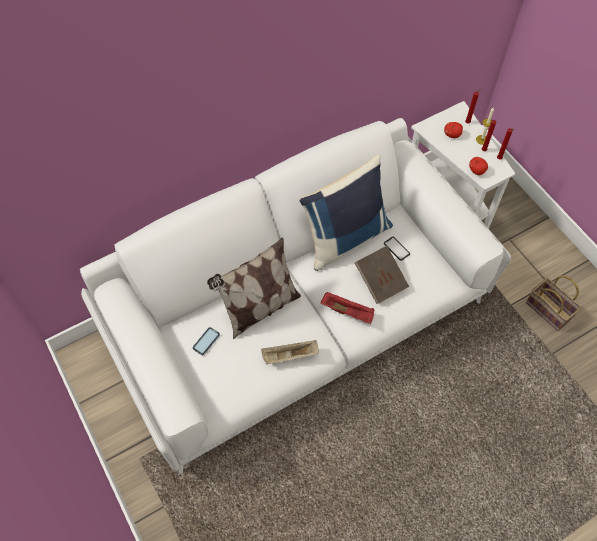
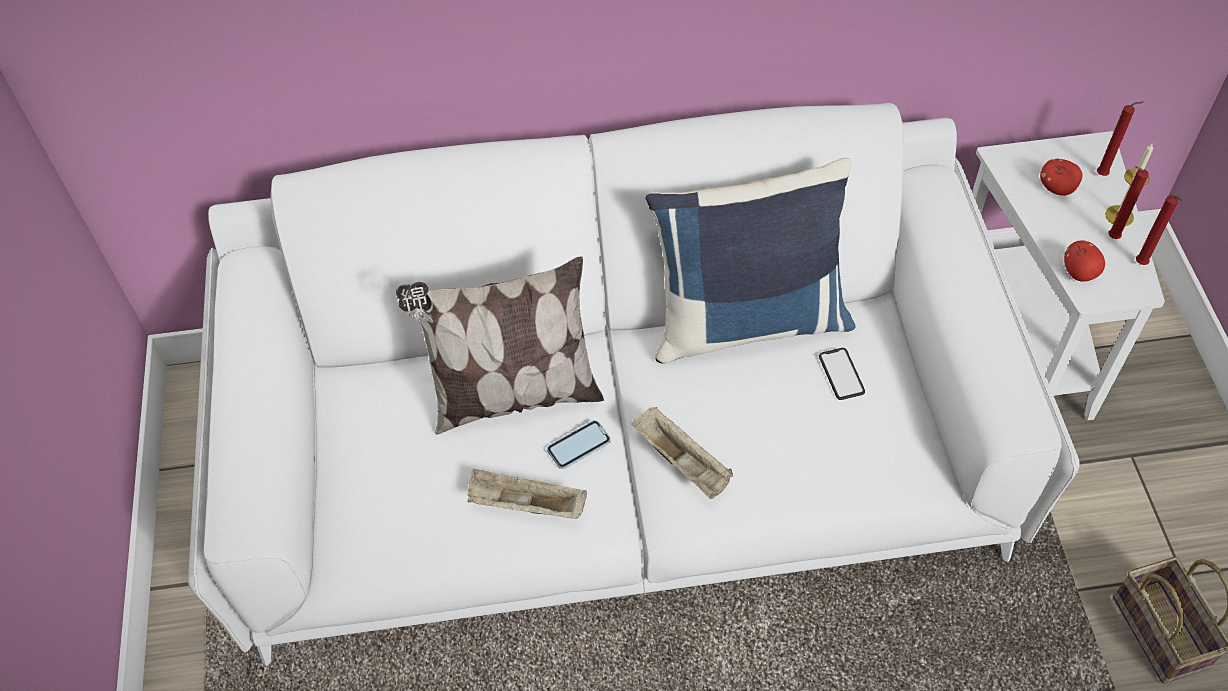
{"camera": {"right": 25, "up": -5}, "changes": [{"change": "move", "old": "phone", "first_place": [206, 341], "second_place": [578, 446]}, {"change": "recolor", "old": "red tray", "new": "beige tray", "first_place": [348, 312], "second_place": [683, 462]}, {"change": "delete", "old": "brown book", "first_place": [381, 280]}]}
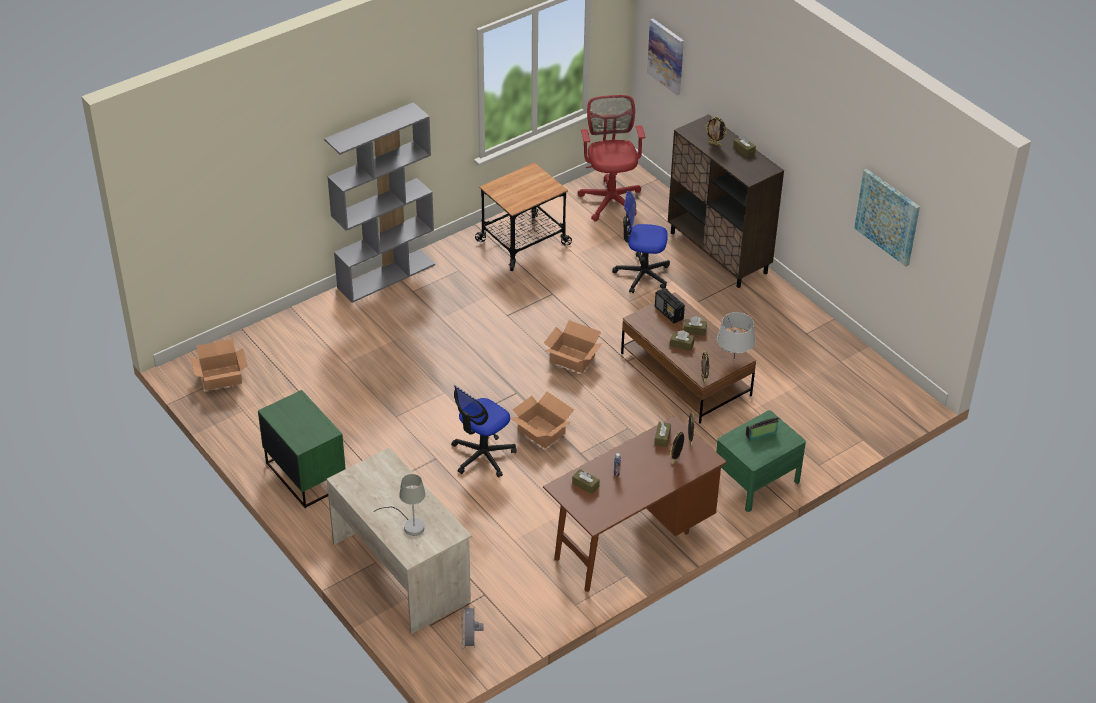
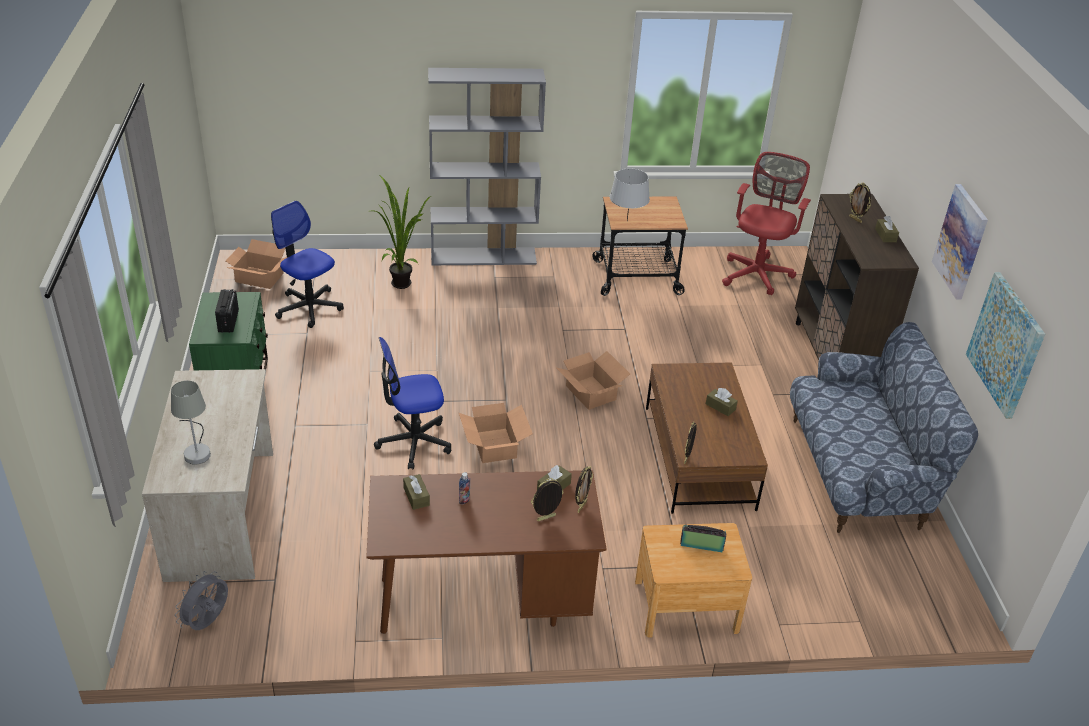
{"camera": {"right": 30, "up": -5}, "changes": [{"change": "move", "old": "office chair", "first_place": [642, 274], "second_place": [309, 307]}, {"change": "move", "old": "picture", "first_place": [666, 56], "second_place": [961, 241]}, {"change": "move", "old": "radio", "first_place": [669, 313], "second_place": [228, 321]}, {"change": "delete", "old": "brown tissue box", "first_place": [681, 345]}, {"change": "recolor", "old": "green nightstand", "new": "brown nightstand", "first_place": [756, 481], "second_place": [686, 606]}, {"change": "move", "old": "grey table lamp", "first_place": [733, 358], "second_place": [627, 221]}, {"change": "insert", "new": "potted plant", "second_place": [401, 281]}, {"change": "insert", "new": "sofa", "second_place": [858, 472]}]}
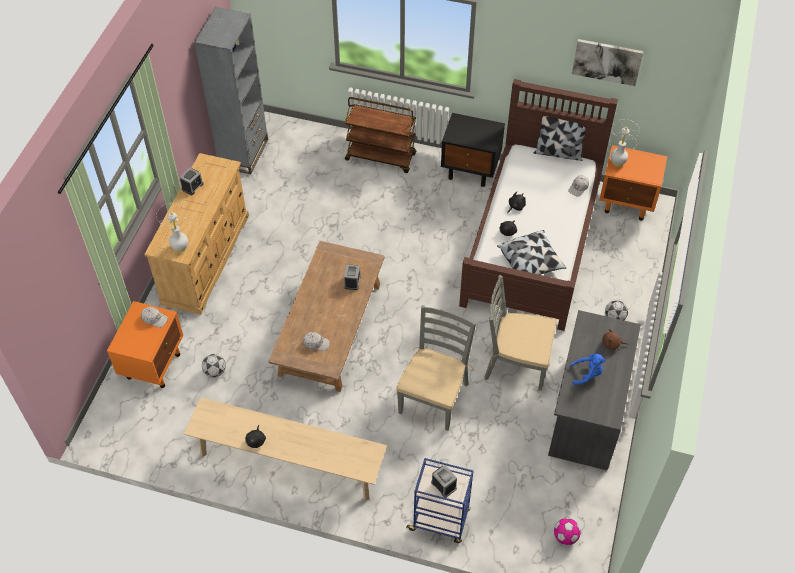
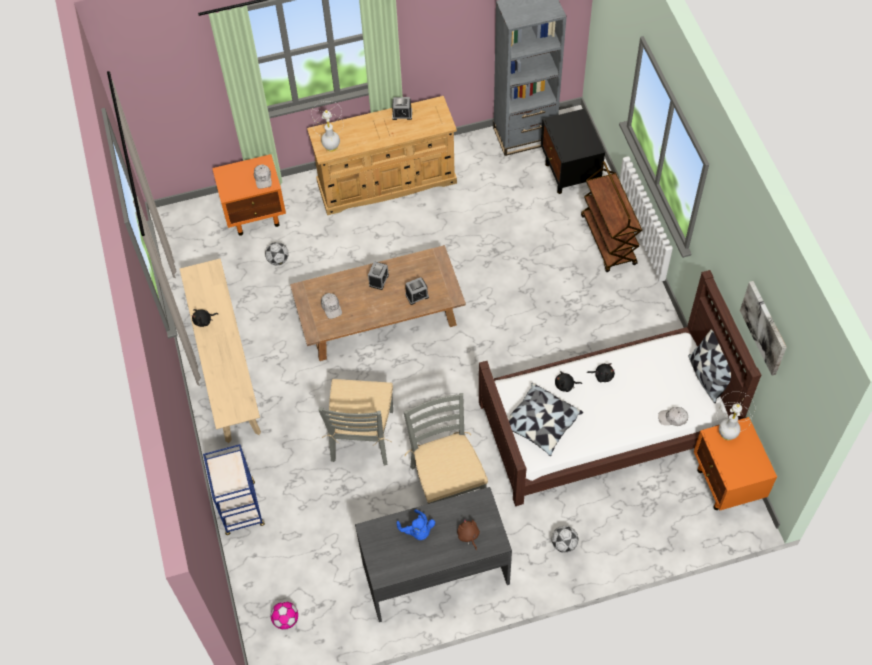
{"camera": {"right": 60, "up": 5}, "changes": [{"change": "rotate", "old": "grey chair", "first_place": [433, 397], "second_place": [362, 436], "degrees": 105}, {"change": "move", "old": "alarm clock", "first_place": [443, 485], "second_place": [378, 280]}, {"change": "move", "old": "black nightstand", "first_place": [471, 170], "second_place": [570, 174]}]}
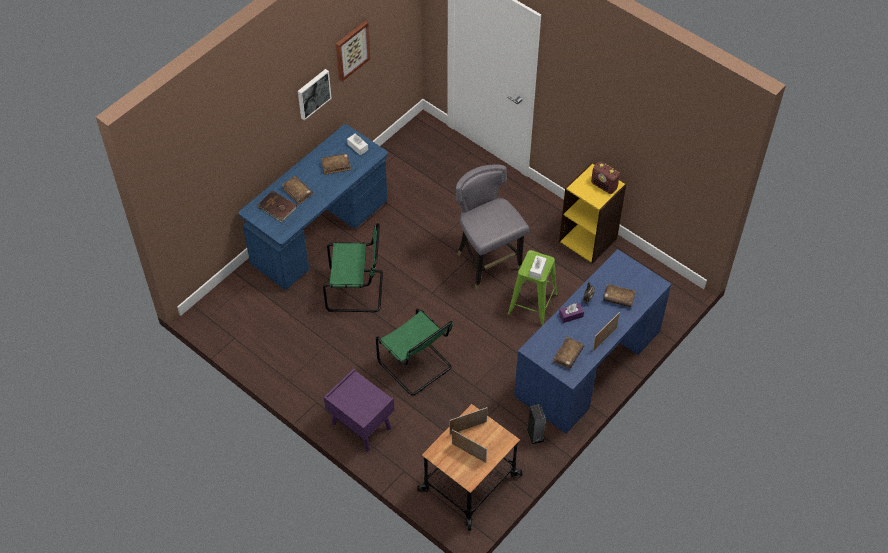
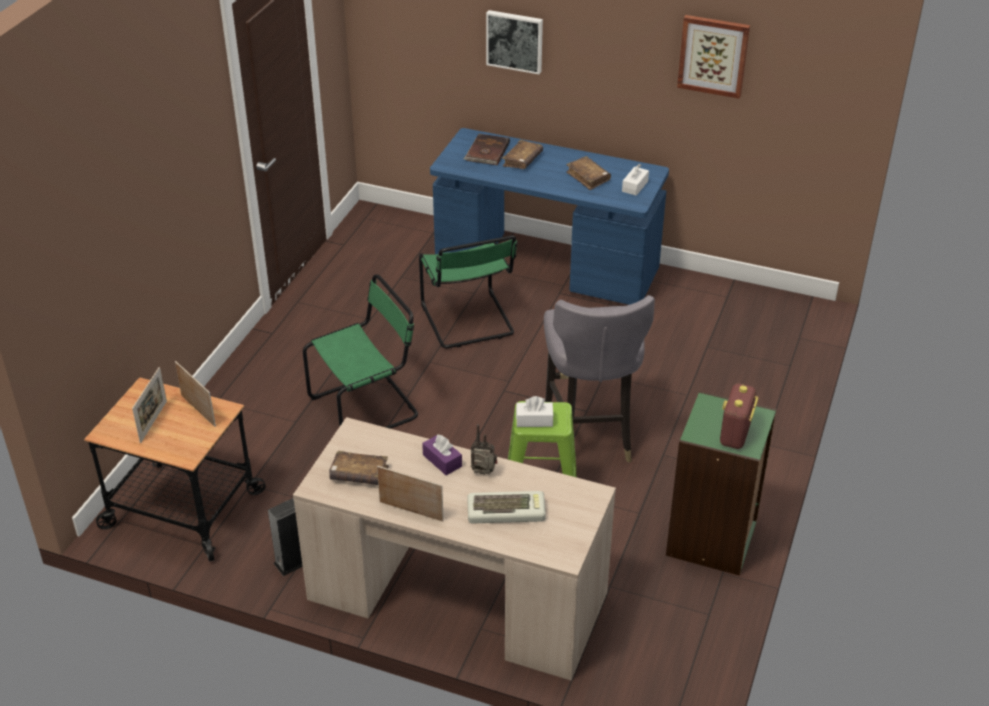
{"camera": {"right": 70, "up": -15}, "changes": [{"change": "move", "old": "picture", "first_place": [313, 93], "second_place": [515, 41]}, {"change": "delete", "old": "purple nightstand", "first_place": [360, 425]}, {"change": "rotate", "old": "green chair", "first_place": [416, 366], "second_place": [367, 407], "degrees": -150}, {"change": "rotate", "old": "grey chair", "first_place": [488, 264], "second_place": [590, 434], "degrees": 135}, {"change": "recolor", "old": "blue desk", "new": "beige desk", "first_place": [587, 363], "second_place": [457, 595]}, {"change": "recolor", "old": "yellow bookcase", "new": "green bookcase", "first_place": [588, 239], "second_place": [712, 539]}, {"change": "replace", "old": "brown book", "new": "keyboard", "first_place": [618, 298], "second_place": [507, 511]}]}
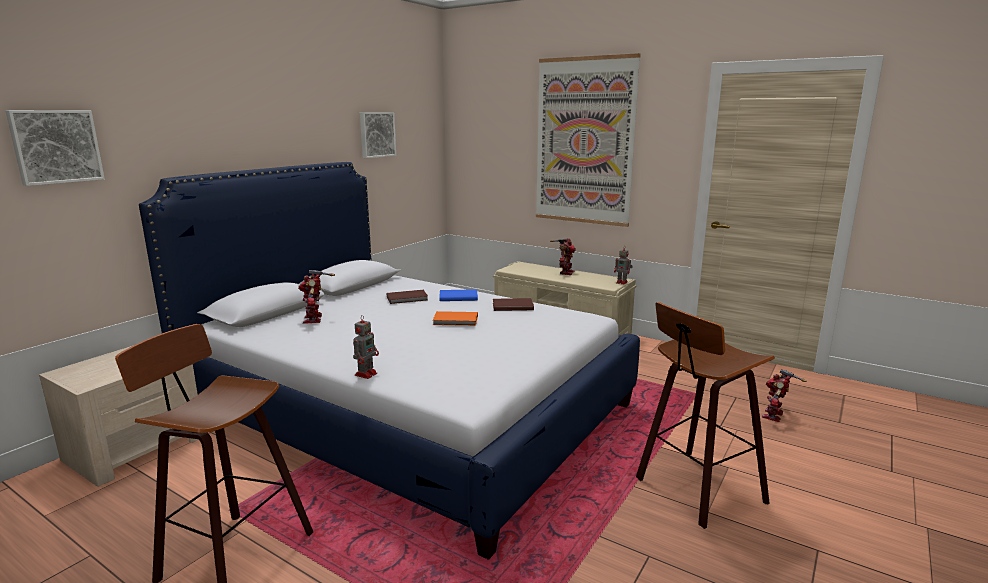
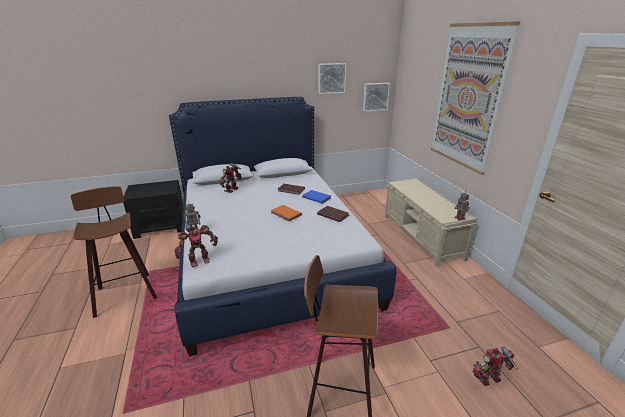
{"camera": {"right": 40, "up": 10}, "changes": [{"change": "move", "old": "picture", "first_place": [56, 146], "second_place": [375, 97]}, {"change": "recolor", "old": "beige nightstand", "new": "black nightstand", "first_place": [136, 448], "second_place": [161, 226]}, {"change": "move", "old": "toy robot", "first_place": [565, 272], "second_place": [199, 260]}]}
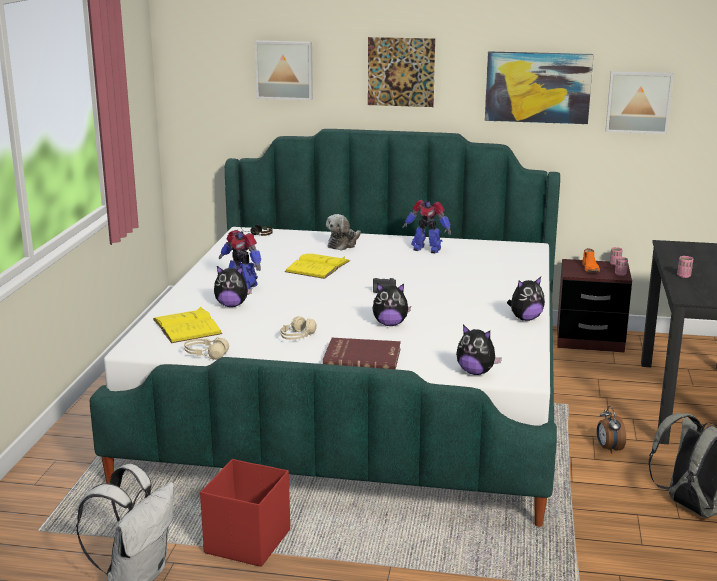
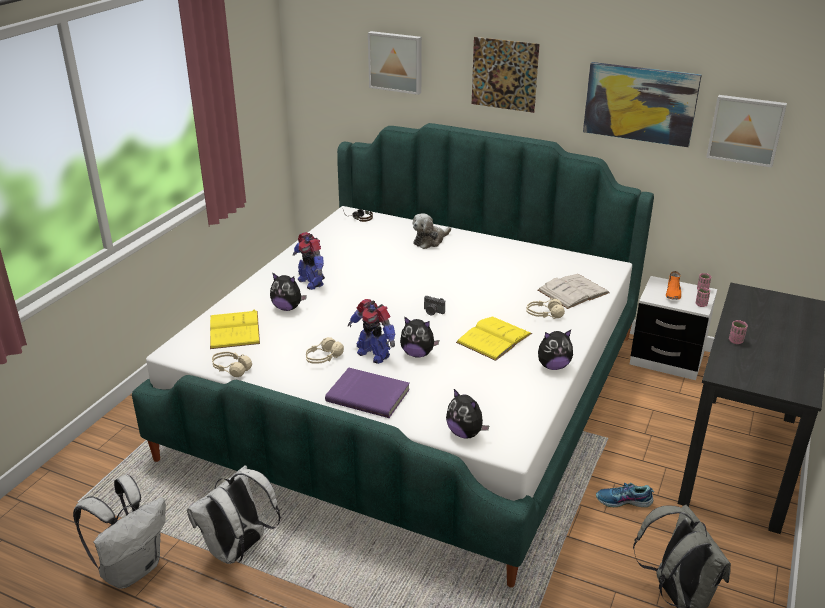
{"camera": {"right": 15, "up": 10}, "changes": [{"change": "replace", "old": "red storage box", "new": "white backpack", "first_place": [246, 542], "second_place": [238, 550]}, {"change": "move", "old": "yellow book", "first_place": [317, 266], "second_place": [494, 338]}, {"change": "recolor", "old": "red book", "new": "purple book", "first_place": [362, 357], "second_place": [368, 394]}, {"change": "move", "old": "toy robot", "first_place": [426, 249], "second_place": [373, 354]}, {"change": "recolor", "old": "brown nightstand", "new": "white nightstand", "first_place": [589, 340], "second_place": [666, 359]}, {"change": "replace", "old": "alarm clock", "new": "shoe", "first_place": [608, 448], "second_place": [623, 501]}, {"change": "insert", "new": "beige headphones", "second_place": [544, 315]}, {"change": "insert", "new": "white book", "second_place": [573, 291]}]}
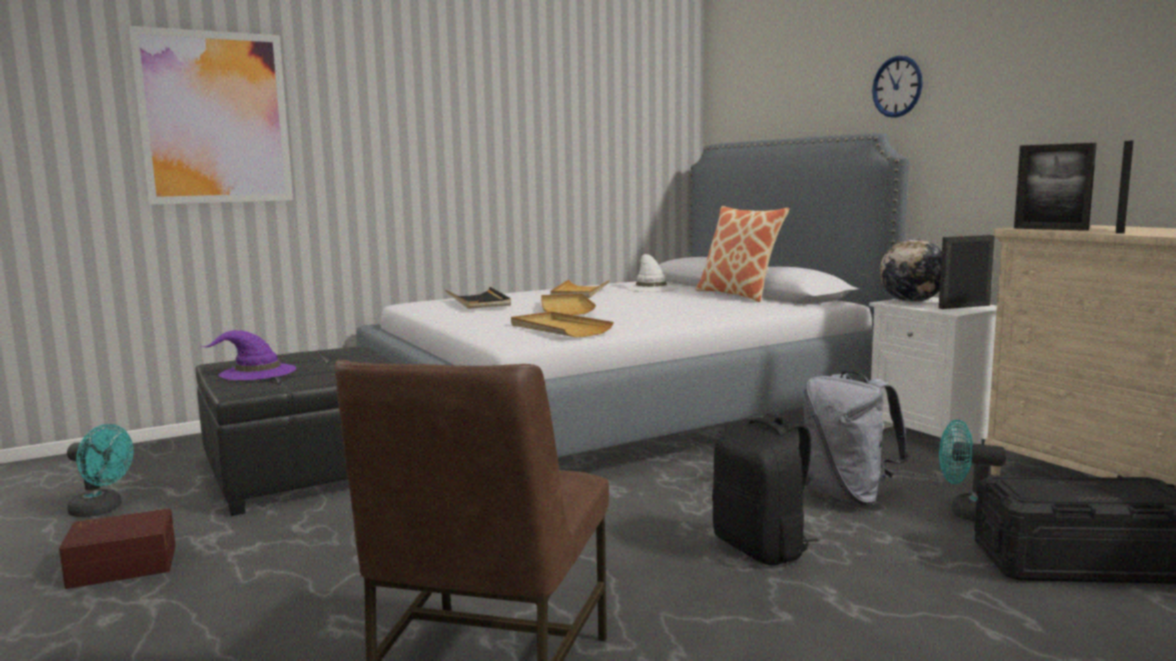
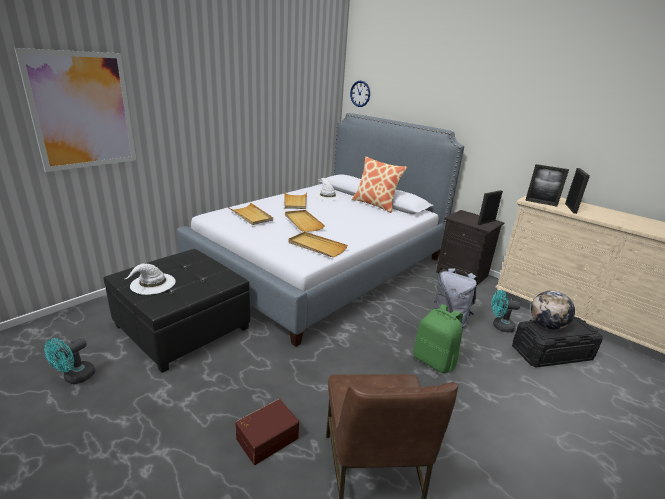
{"camera": {"right": -20, "up": 15}, "changes": [{"change": "move", "old": "brown storage box", "first_place": [123, 565], "second_place": [266, 437]}, {"change": "rotate", "old": "turquoise fan", "first_place": [102, 510], "second_place": [75, 378], "degrees": 120}, {"change": "recolor", "old": "purple hat", "new": "white hat", "first_place": [257, 372], "second_place": [152, 284]}, {"change": "recolor", "old": "black tray", "new": "beige tray", "first_place": [478, 301], "second_place": [251, 215]}, {"change": "recolor", "old": "black backpack", "new": "green backpack", "first_place": [762, 548], "second_place": [435, 361]}, {"change": "recolor", "old": "white nightstand", "new": "black nightstand", "first_place": [933, 436], "second_place": [463, 274]}, {"change": "move", "old": "wall clock", "first_place": [897, 86], "second_place": [360, 93]}, {"change": "move", "old": "globe", "first_place": [911, 302], "second_place": [546, 325]}]}
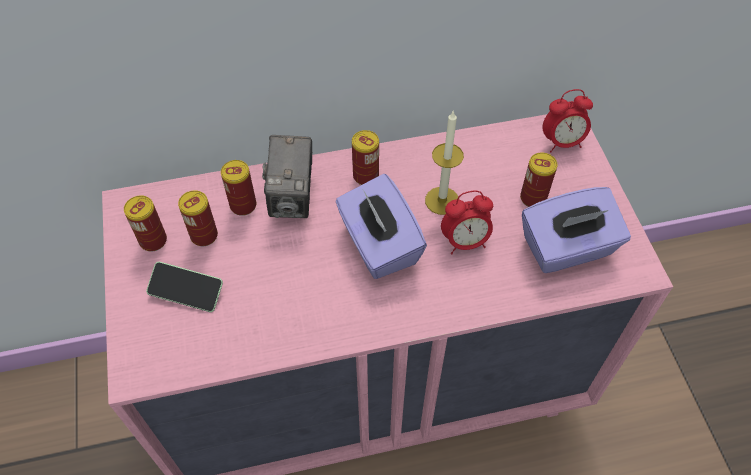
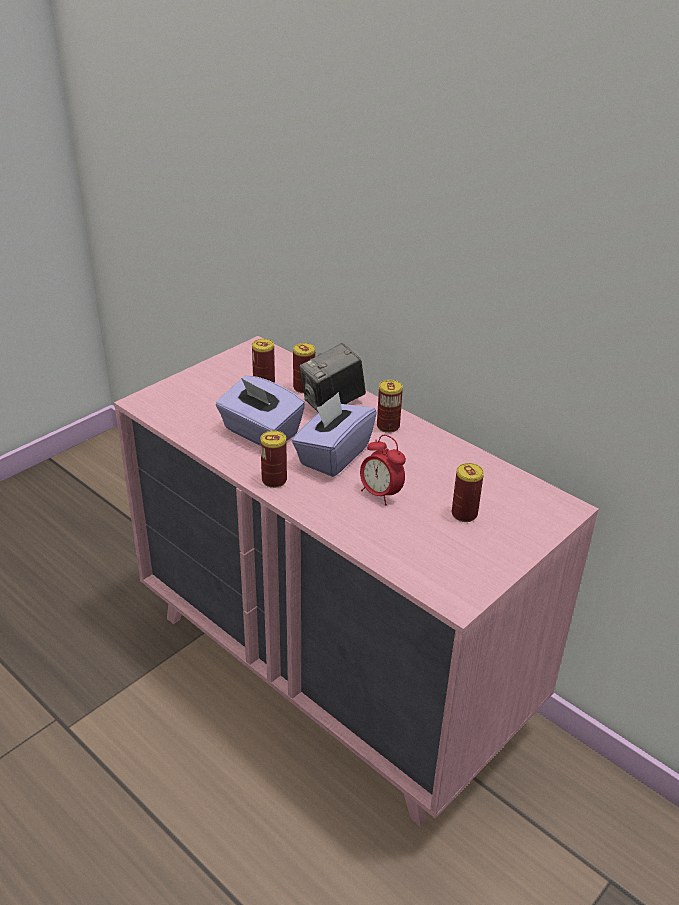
{"camera": {"right": 55, "up": -20}, "changes": [{"change": "move", "old": "can", "first_place": [153, 240], "second_place": [274, 480]}, {"change": "delete", "old": "phone", "first_place": [186, 292]}, {"change": "delete", "old": "candle", "first_place": [442, 200]}, {"change": "move", "old": "purple tissue box", "first_place": [567, 248], "second_place": [260, 433]}, {"change": "delete", "old": "alarm clock", "first_place": [562, 142]}]}
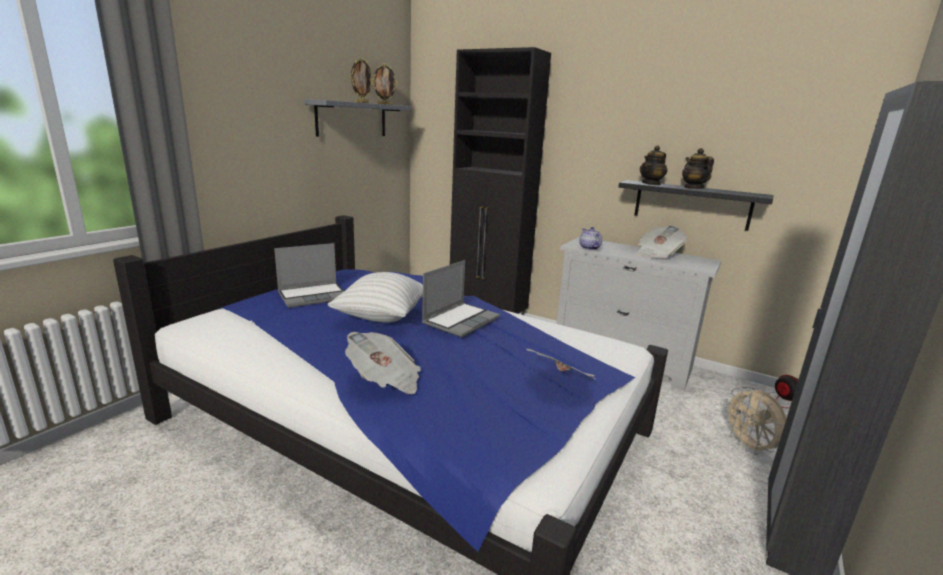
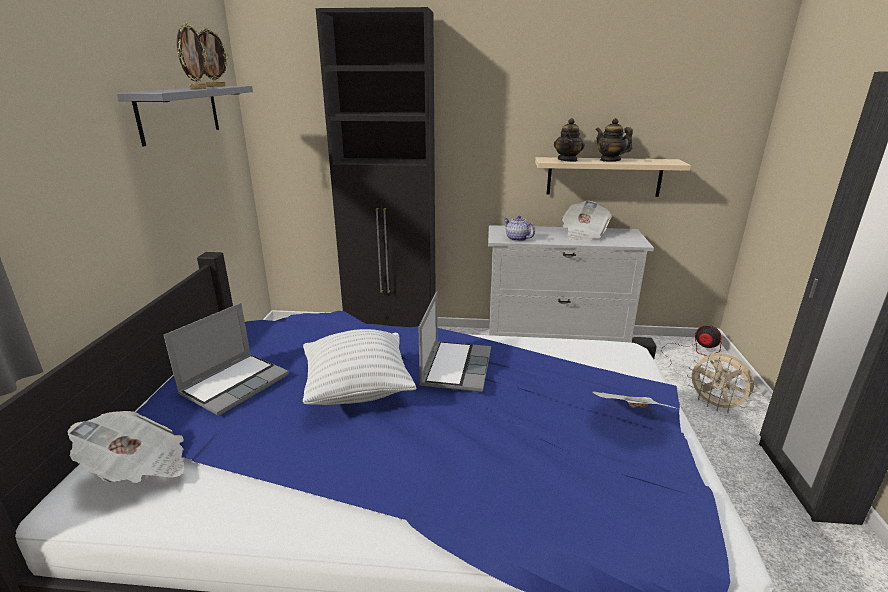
{"camera": {"right": -25, "up": 5}, "changes": [{"change": "move", "old": "newspaper", "first_place": [385, 380], "second_place": [139, 467]}, {"change": "recolor", "old": "black shelf", "new": "beige shelf", "first_place": [691, 205], "second_place": [604, 176]}]}
